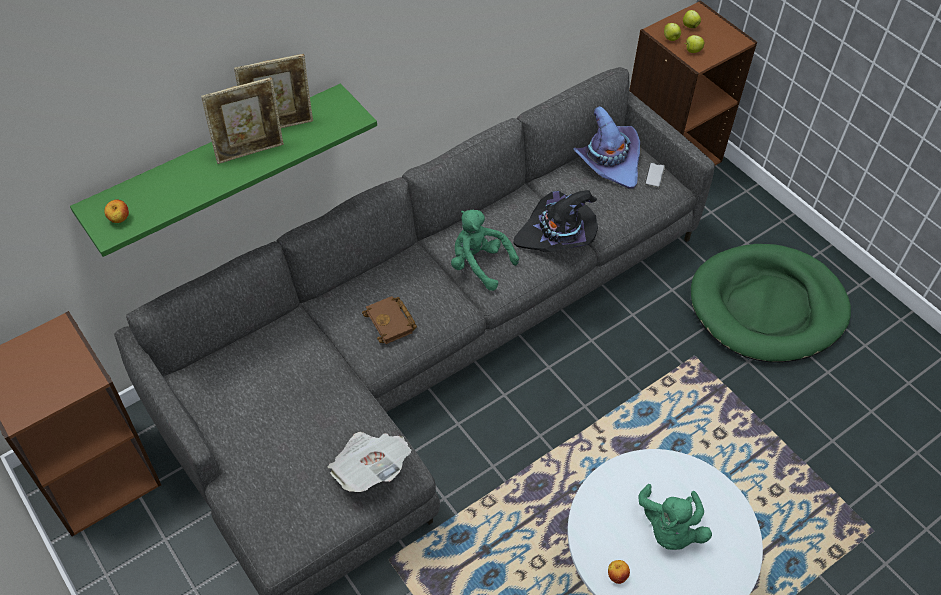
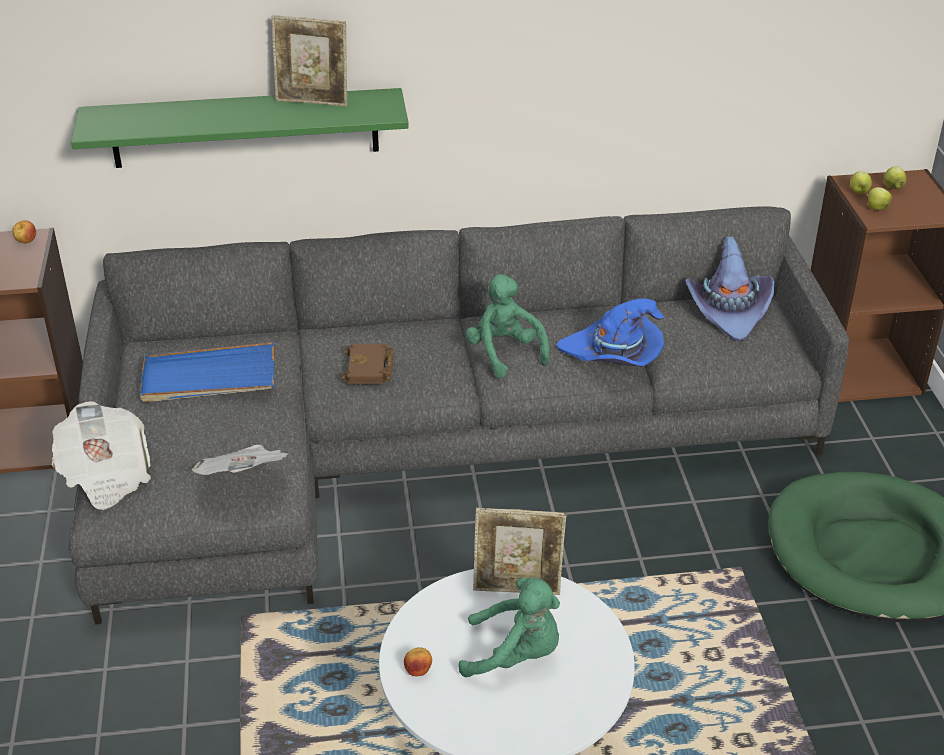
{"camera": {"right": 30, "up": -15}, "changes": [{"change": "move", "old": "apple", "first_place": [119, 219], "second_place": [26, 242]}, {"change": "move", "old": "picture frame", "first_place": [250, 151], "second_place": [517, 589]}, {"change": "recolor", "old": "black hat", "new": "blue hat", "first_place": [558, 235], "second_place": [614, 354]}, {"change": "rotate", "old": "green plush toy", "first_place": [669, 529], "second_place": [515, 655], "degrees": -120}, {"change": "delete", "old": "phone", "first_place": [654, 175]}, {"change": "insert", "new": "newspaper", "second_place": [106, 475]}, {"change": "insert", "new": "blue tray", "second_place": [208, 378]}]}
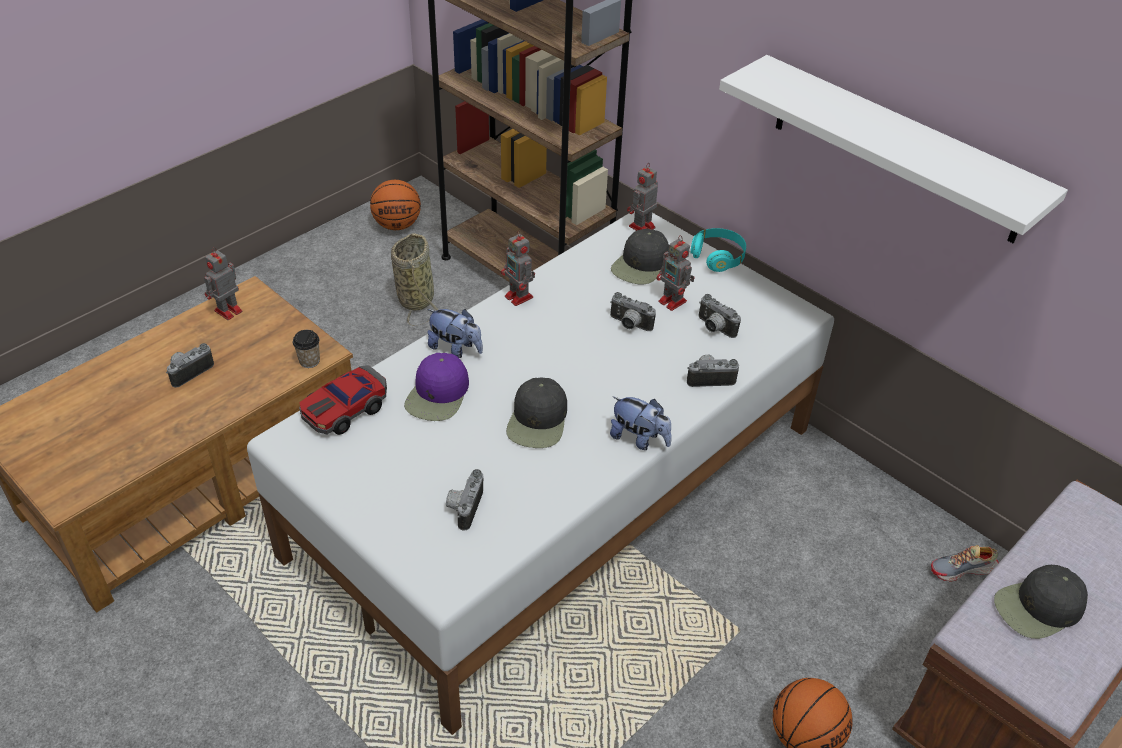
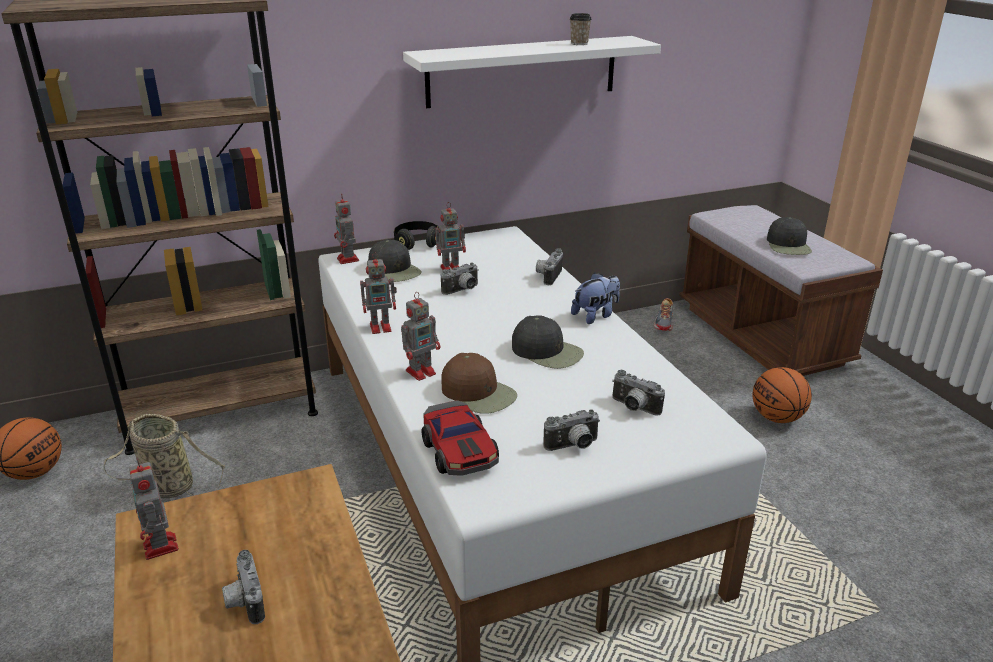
{"camera": {"right": -65, "up": -15}, "changes": [{"change": "move", "old": "cup", "first_place": [309, 361], "second_place": [579, 43]}, {"change": "recolor", "old": "purple cap", "new": "brown cap", "first_place": [438, 395], "second_place": [479, 393]}, {"change": "replace", "old": "plush toy", "new": "toy robot", "first_place": [455, 348], "second_place": [422, 371]}, {"change": "recolor", "old": "turquoise headphones", "new": "black headphones", "first_place": [718, 258], "second_place": [417, 243]}, {"change": "move", "old": "photo camera", "first_place": [714, 328], "second_place": [573, 446]}]}
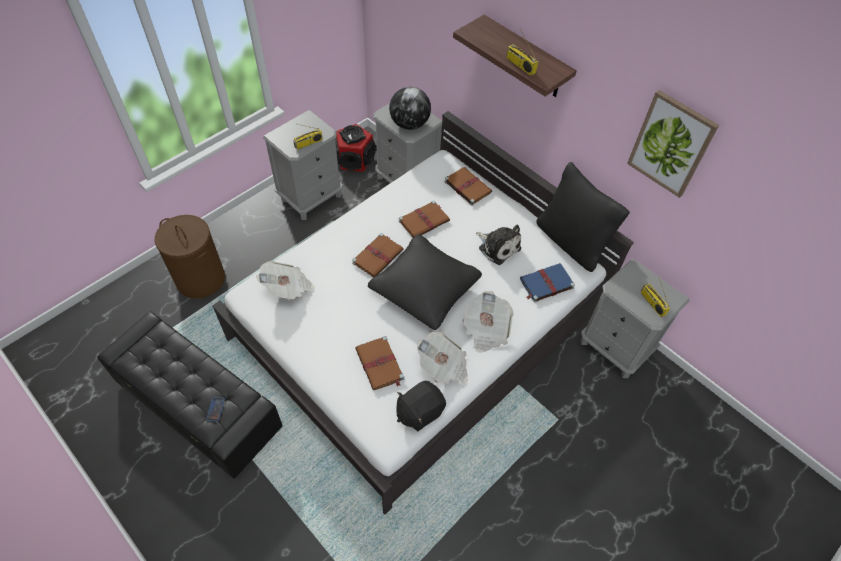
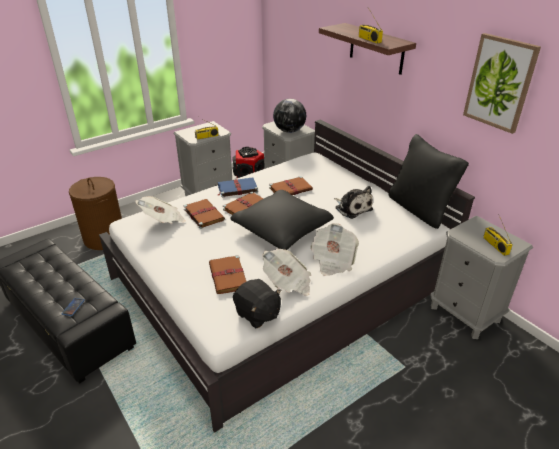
{"camera": {"right": 10, "up": -20}, "changes": [{"change": "rotate", "old": "black plush toy", "first_place": [419, 412], "second_place": [257, 314], "degrees": -105}, {"change": "move", "old": "brown book", "first_place": [467, 186], "second_place": [203, 214]}, {"change": "move", "old": "blue book", "first_place": [545, 284], "second_place": [236, 188]}]}
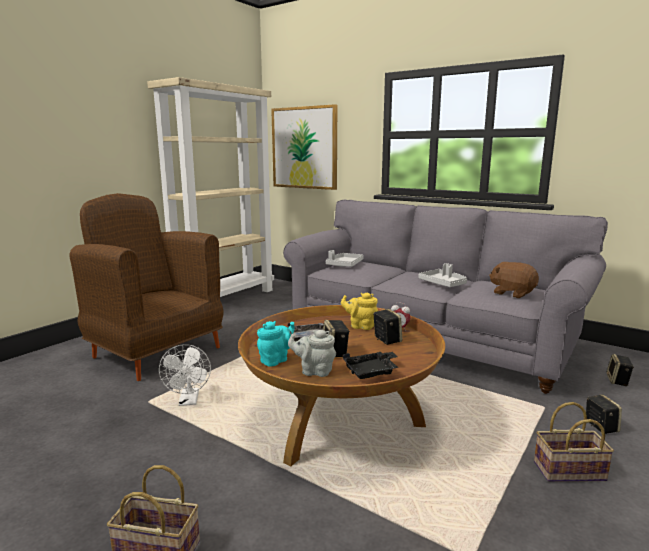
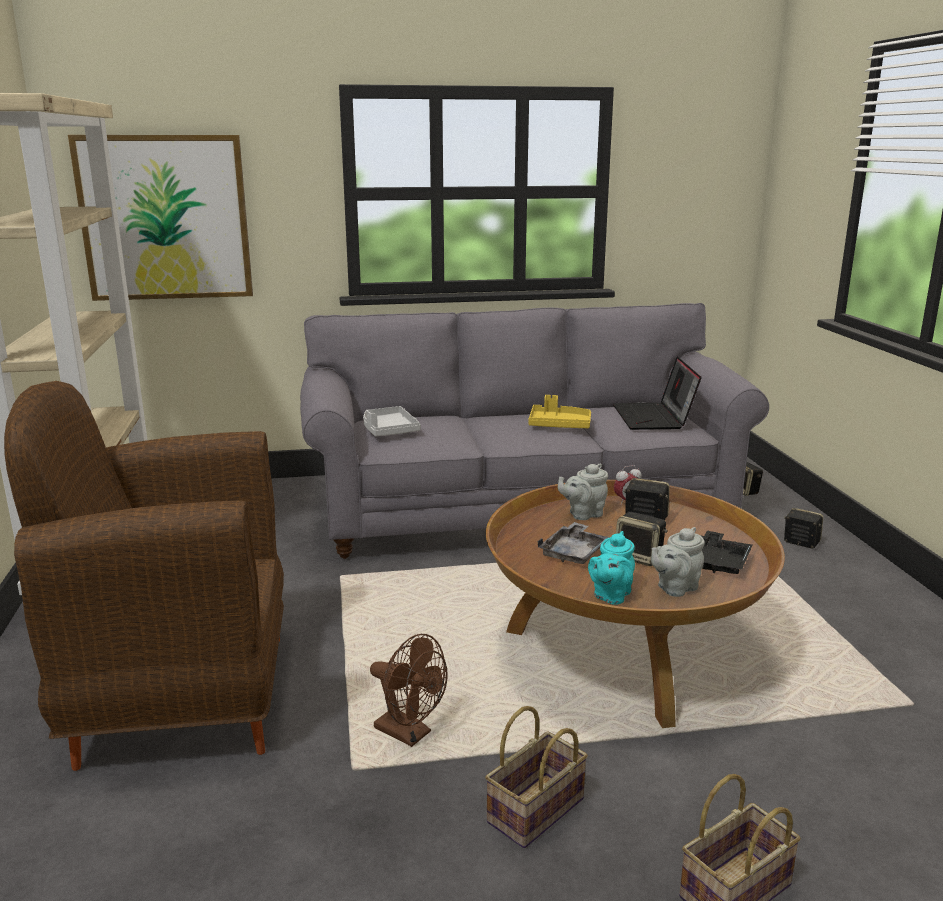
{"camera": {"right": -45, "up": 5}, "changes": [{"change": "recolor", "old": "white fan", "new": "brown fan", "first_place": [189, 401], "second_place": [410, 734]}, {"change": "rotate", "old": "turquoise teapot", "first_place": [276, 360], "second_place": [610, 595], "degrees": -150}, {"change": "recolor", "old": "yellow teapot", "new": "grey teapot", "first_place": [360, 326], "second_place": [583, 514]}, {"change": "recolor", "old": "grey tray", "new": "yellow tray", "first_place": [443, 284], "second_place": [559, 425]}, {"change": "replace", "old": "brown plush toy", "new": "laptop", "first_place": [512, 293], "second_place": [654, 418]}, {"change": "move", "old": "basket", "first_place": [568, 472], "second_place": [535, 813]}]}
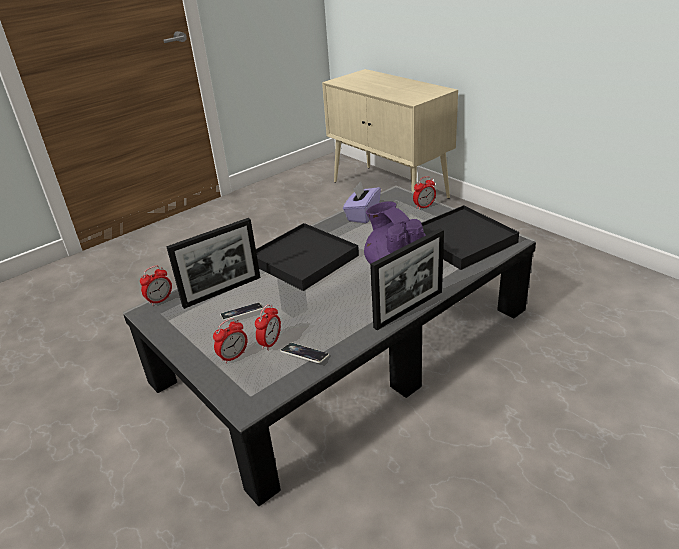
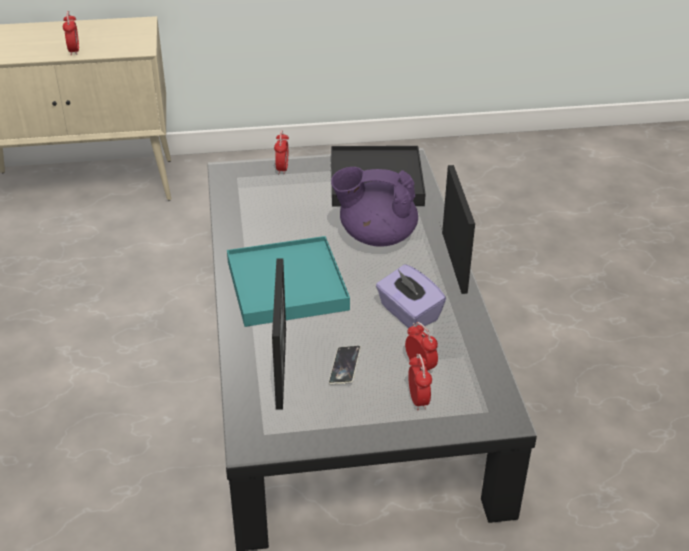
{"camera": {"right": -60, "up": 5}, "changes": [{"change": "move", "old": "alarm clock", "first_place": [160, 300], "second_place": [74, 51]}, {"change": "recolor", "old": "black tray", "new": "turquoise tray", "first_place": [304, 259], "second_place": [287, 285]}, {"change": "delete", "old": "phone", "first_place": [305, 355]}, {"change": "move", "old": "purple tissue box", "first_place": [362, 215], "second_place": [408, 313]}]}
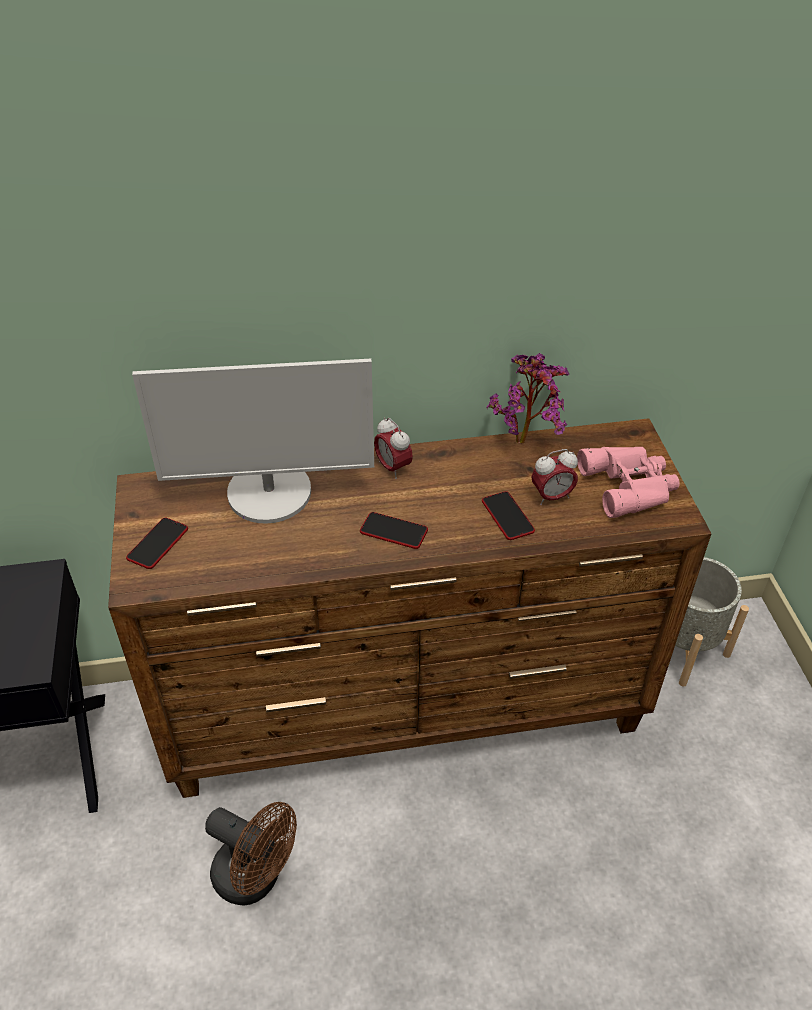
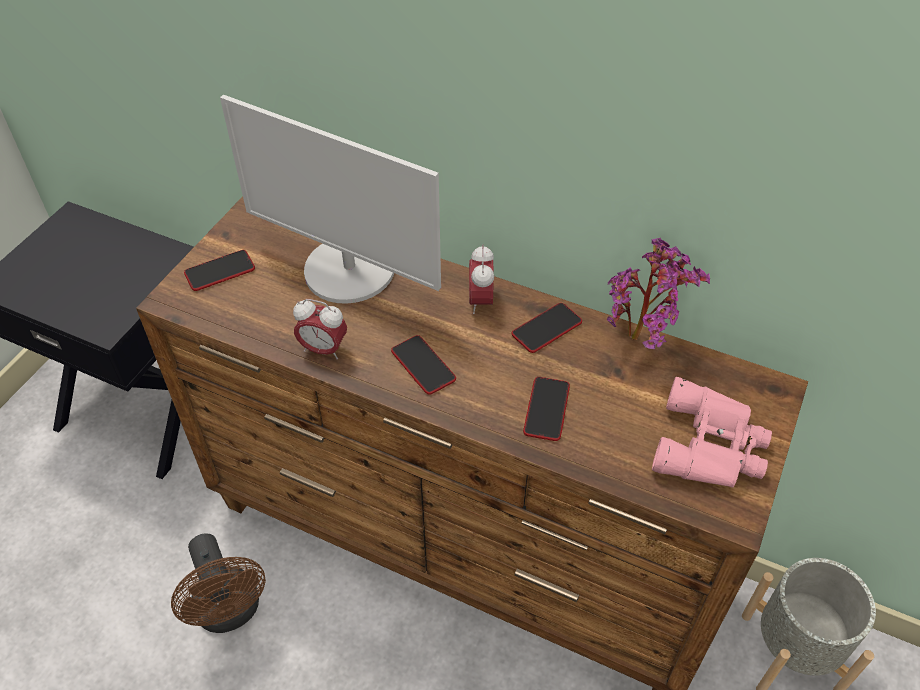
{"camera": {"right": 35, "up": 5}, "changes": [{"change": "move", "old": "alarm clock", "first_place": [551, 497], "second_place": [323, 349]}, {"change": "insert", "new": "phone", "second_place": [546, 328]}]}
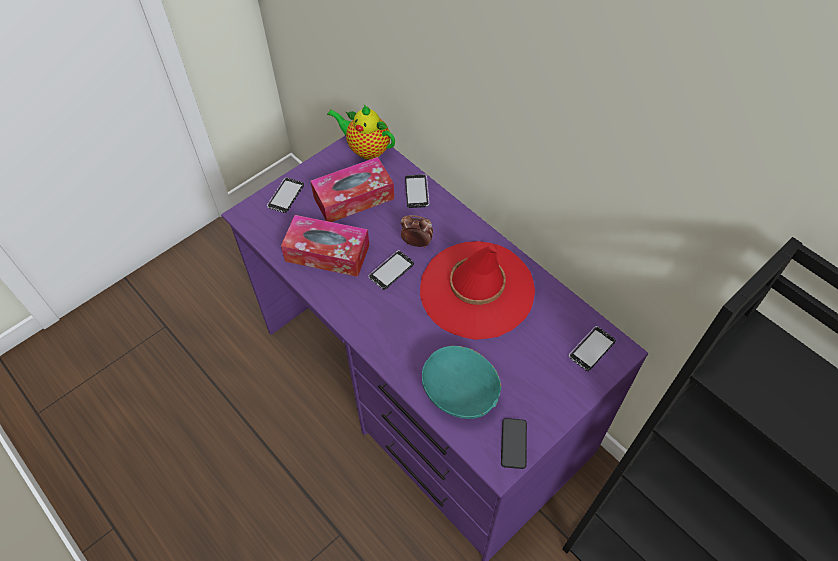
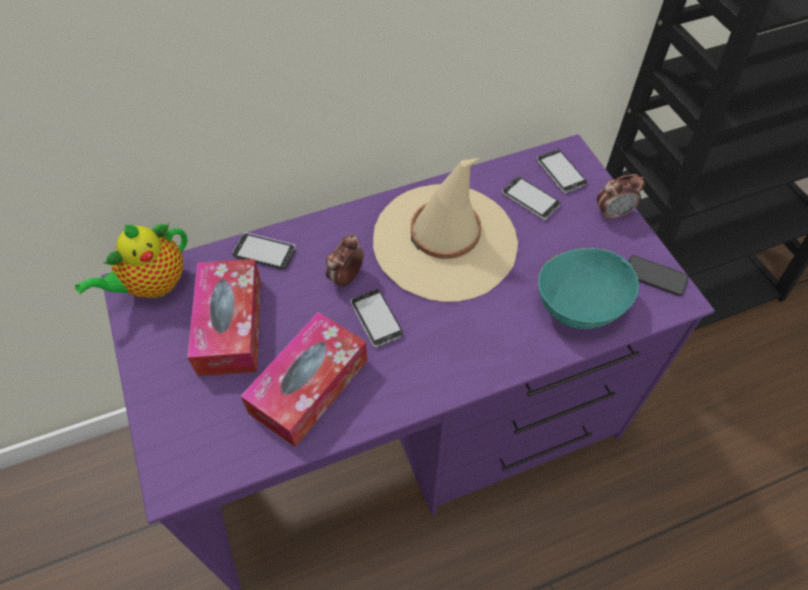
{"camera": {"right": -70, "up": 0}, "changes": [{"change": "move", "old": "phone", "first_place": [286, 196], "second_place": [530, 200]}, {"change": "recolor", "old": "red hat", "new": "beige hat", "first_place": [476, 290], "second_place": [445, 242]}, {"change": "insert", "new": "alarm clock", "second_place": [613, 213]}]}
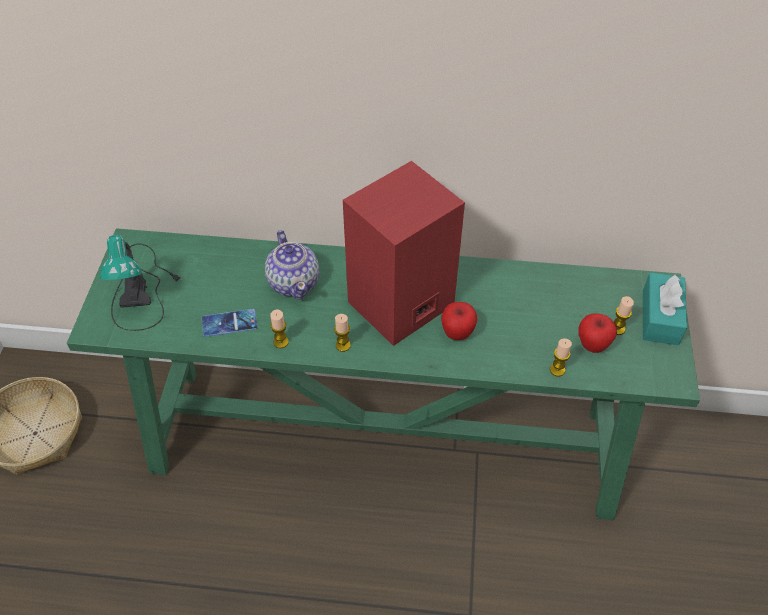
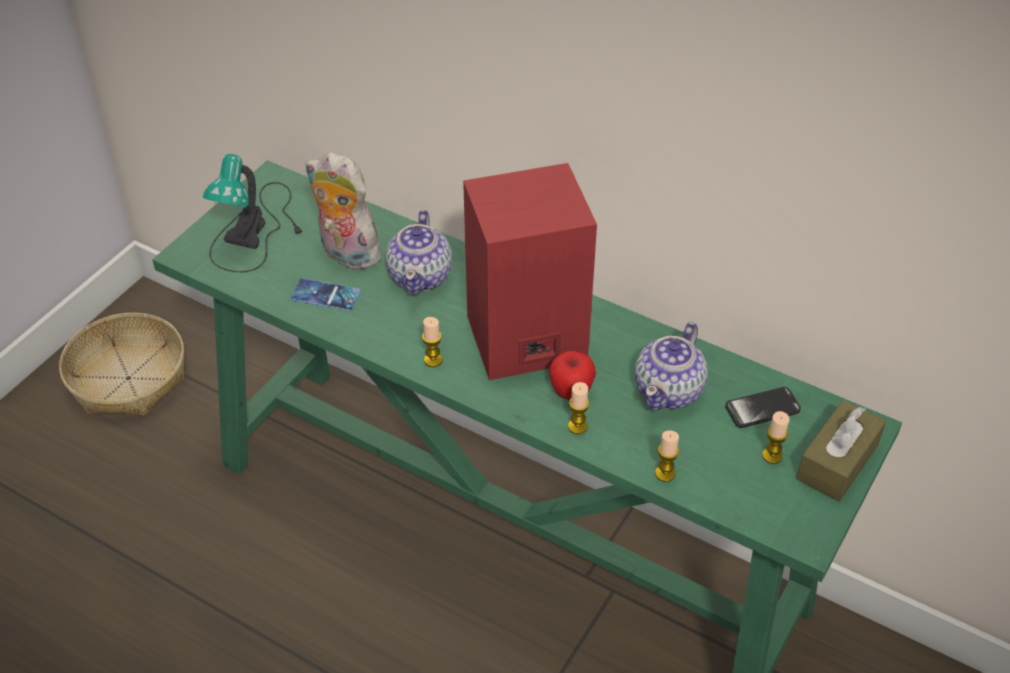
{"camera": {"right": 25, "up": -5}, "changes": [{"change": "move", "old": "candle", "first_place": [281, 342], "second_place": [577, 426]}, {"change": "delete", "old": "apple", "first_place": [592, 345]}, {"change": "recolor", "old": "turquoise tissue box", "new": "brown tissue box", "first_place": [660, 317], "second_place": [837, 462]}, {"change": "insert", "new": "plush toy", "second_place": [346, 254]}, {"change": "insert", "new": "teapot", "second_place": [669, 390]}, {"change": "insert", "new": "phone", "second_place": [762, 409]}]}
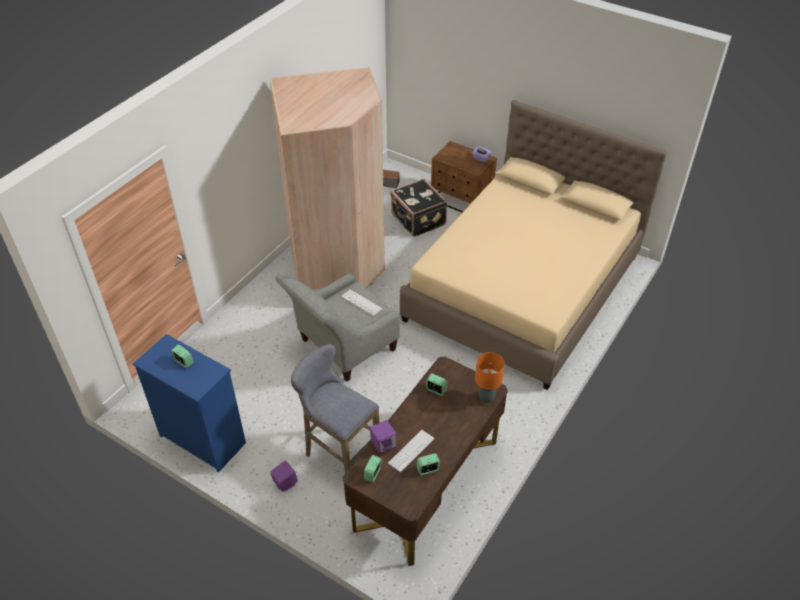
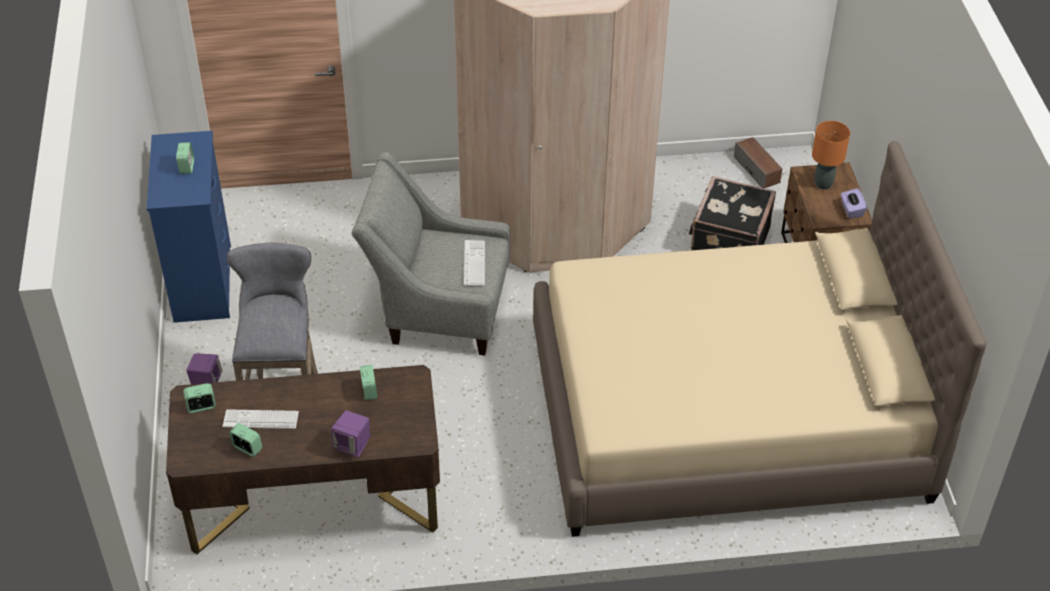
{"camera": {"right": 50, "up": 0}, "changes": [{"change": "move", "old": "purple speaker", "first_place": [383, 444], "second_place": [352, 445]}, {"change": "move", "old": "orange table lamp", "first_place": [486, 398], "second_place": [823, 184]}]}
